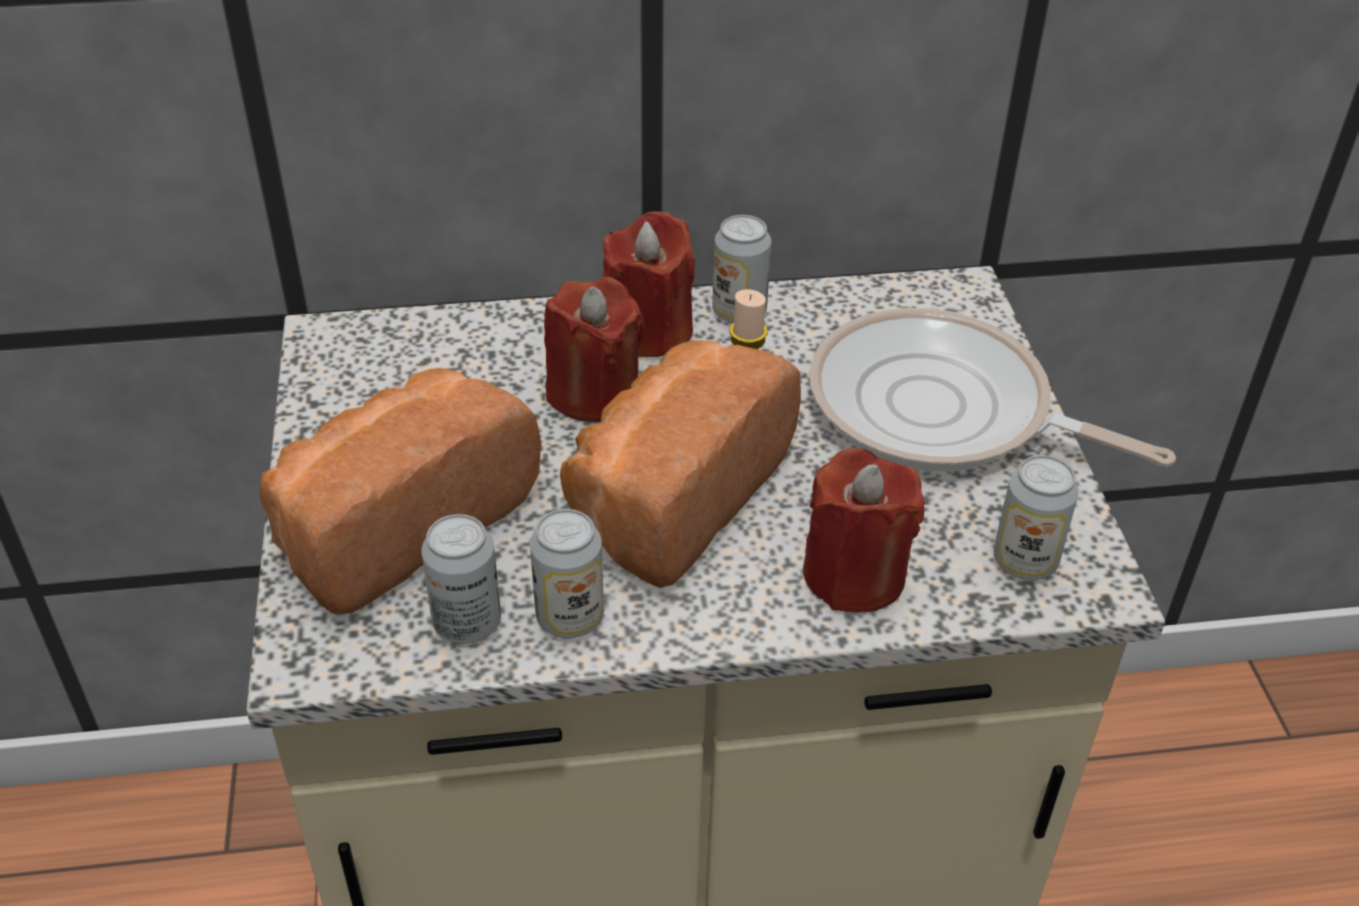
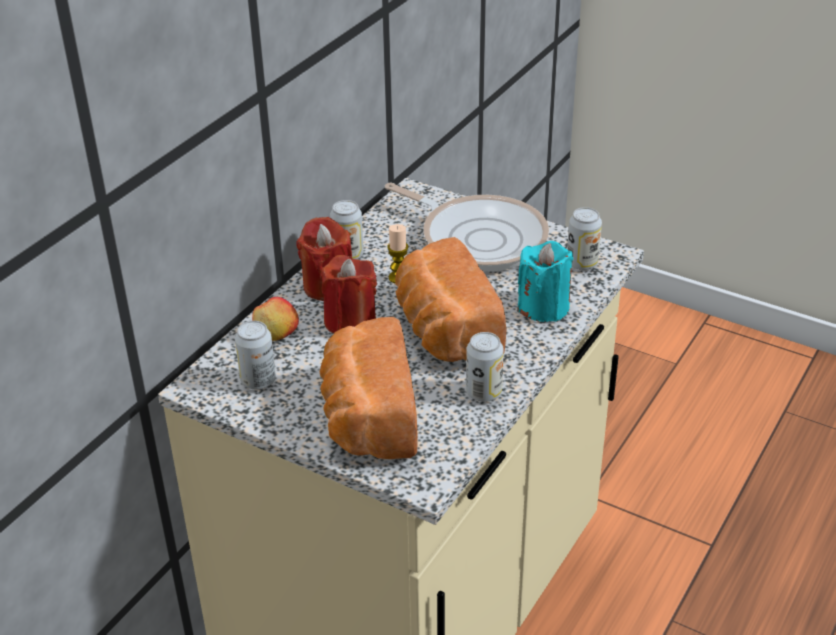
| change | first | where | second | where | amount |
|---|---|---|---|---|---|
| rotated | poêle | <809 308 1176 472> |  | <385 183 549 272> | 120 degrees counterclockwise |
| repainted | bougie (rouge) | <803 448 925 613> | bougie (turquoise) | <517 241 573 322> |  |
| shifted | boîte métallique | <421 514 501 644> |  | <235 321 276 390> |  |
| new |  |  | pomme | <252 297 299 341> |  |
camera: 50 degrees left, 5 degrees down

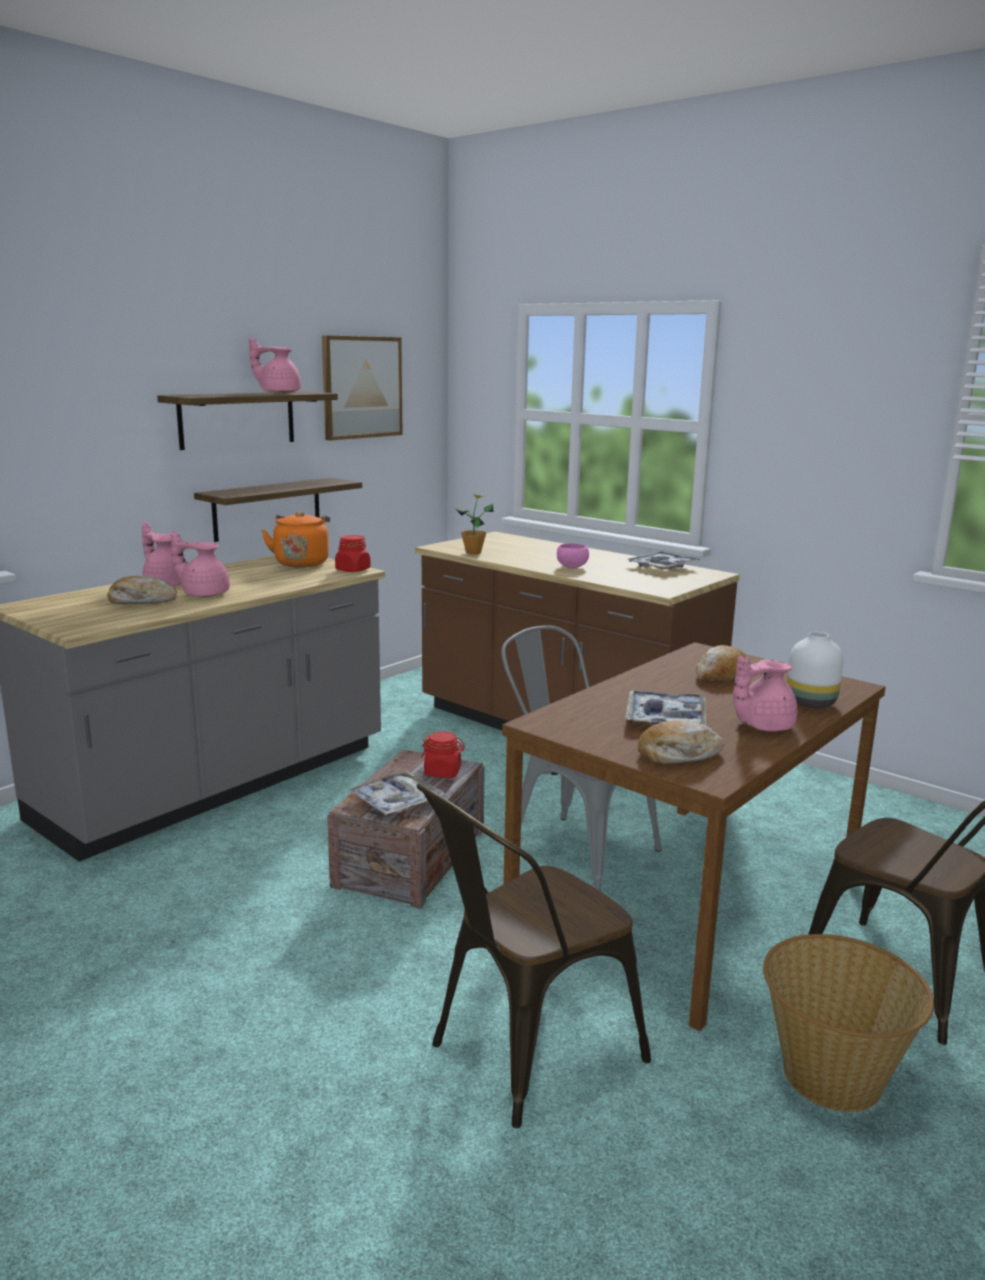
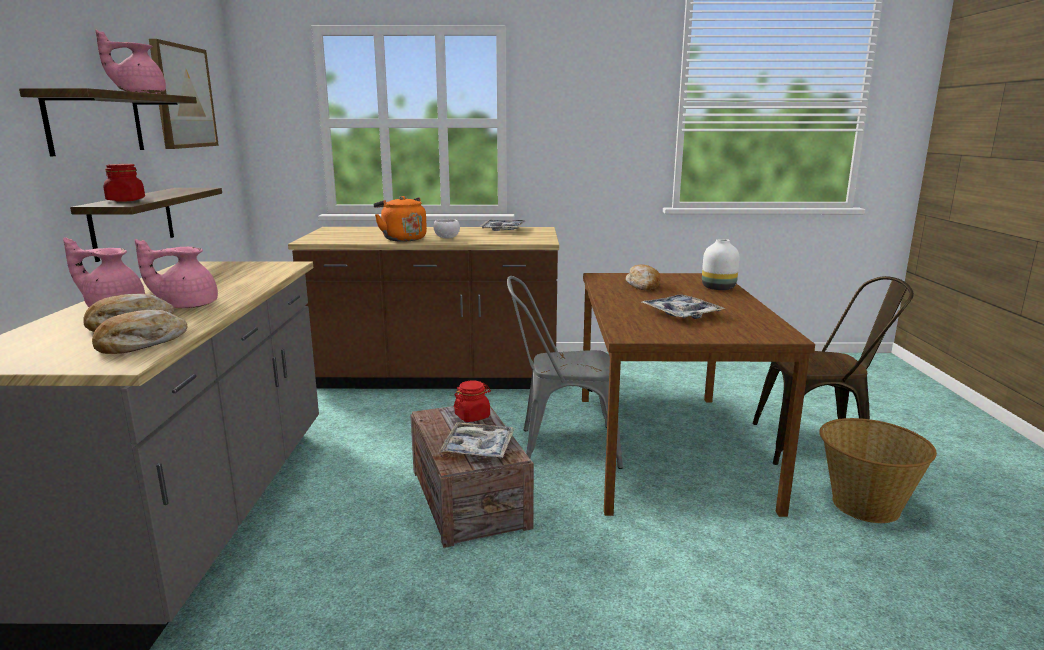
| change | first | where | second | where | amount |
|---|---|---|---|---|---|
| gone | plante en pot | <455 494 494 554> |  |  |  |
| shifted | bouilloire (orange) | <261 512 330 567> |  | <373 196 427 242> |  |
| shifted | bocal (rouge) | <335 535 371 572> |  | <104 164 145 202> |  |
| repainted | bol (rose) | <557 543 589 568> | bol (blanc) | <433 219 460 238> |  |
| gone | théière (rose) | <733 656 797 731> |  |  |  |
| shifted | pain | <638 721 724 764> |  | <92 310 188 354> |  |
| gone | chaise (marron) | <416 783 651 1128> |  |  |  |
camera: 40 degrees left, 0 degrees up

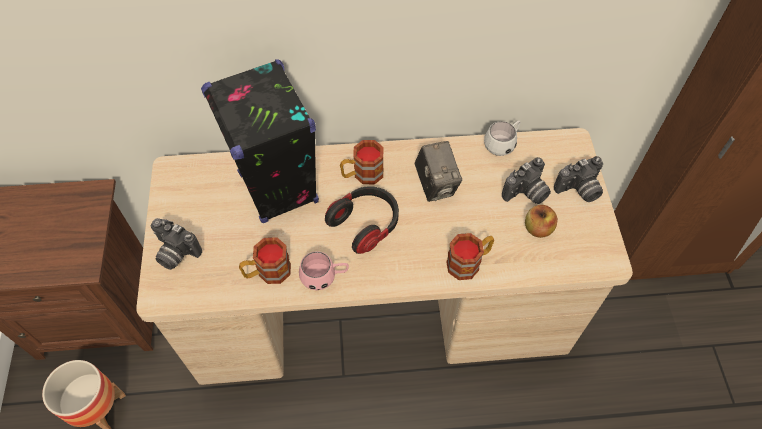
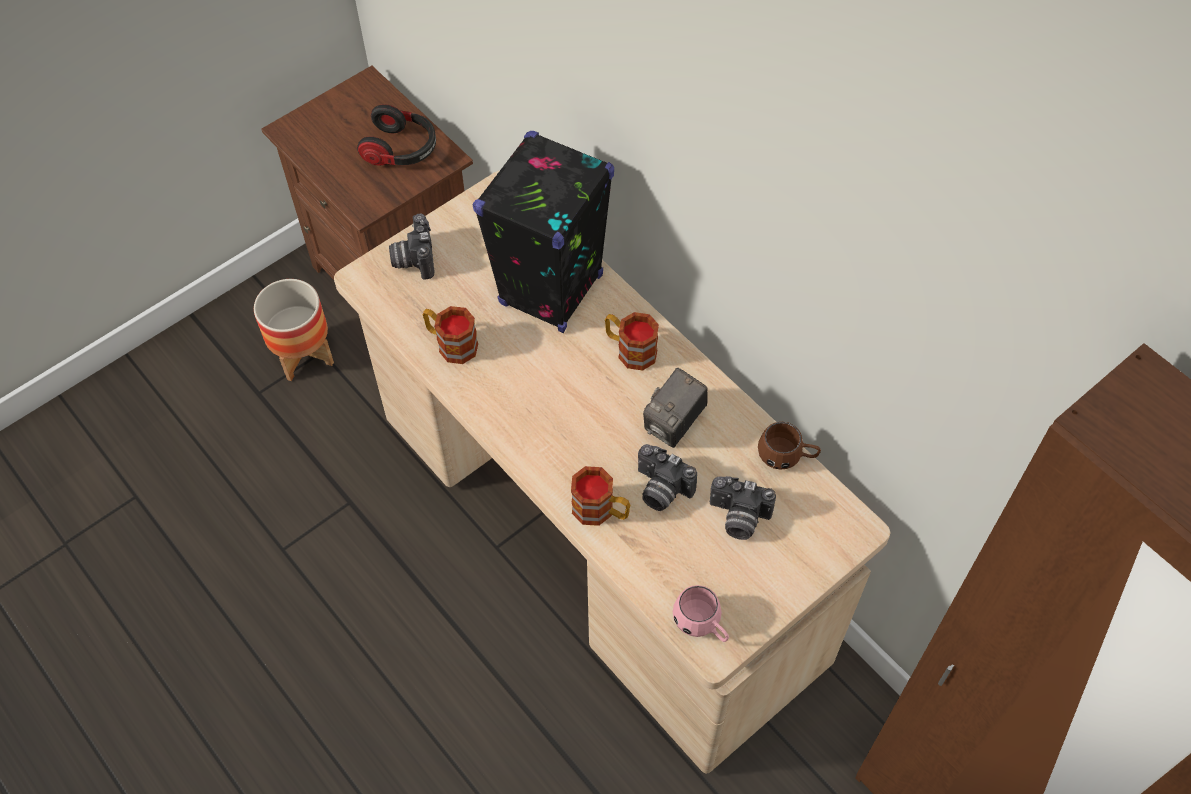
| change | first | where | second | where | amount |
|---|---|---|---|---|---|
| repainted | mug (blanc) | <484 121 521 156> | mug (marron) | <758 422 821 470> |  |
| shifted | appareil photo | <554 156 603 202> |  | <638 444 697 511> |  |
| shifted | casque audio | <325 186 399 254> |  | <357 104 436 166> |  |
| gone | pomme | <525 205 558 238> |  |  |  |
| shifted | mug (rose) | <299 251 349 290> |  | <673 585 729 642> |  |
camera: 55 degrees right, 0 degrees up

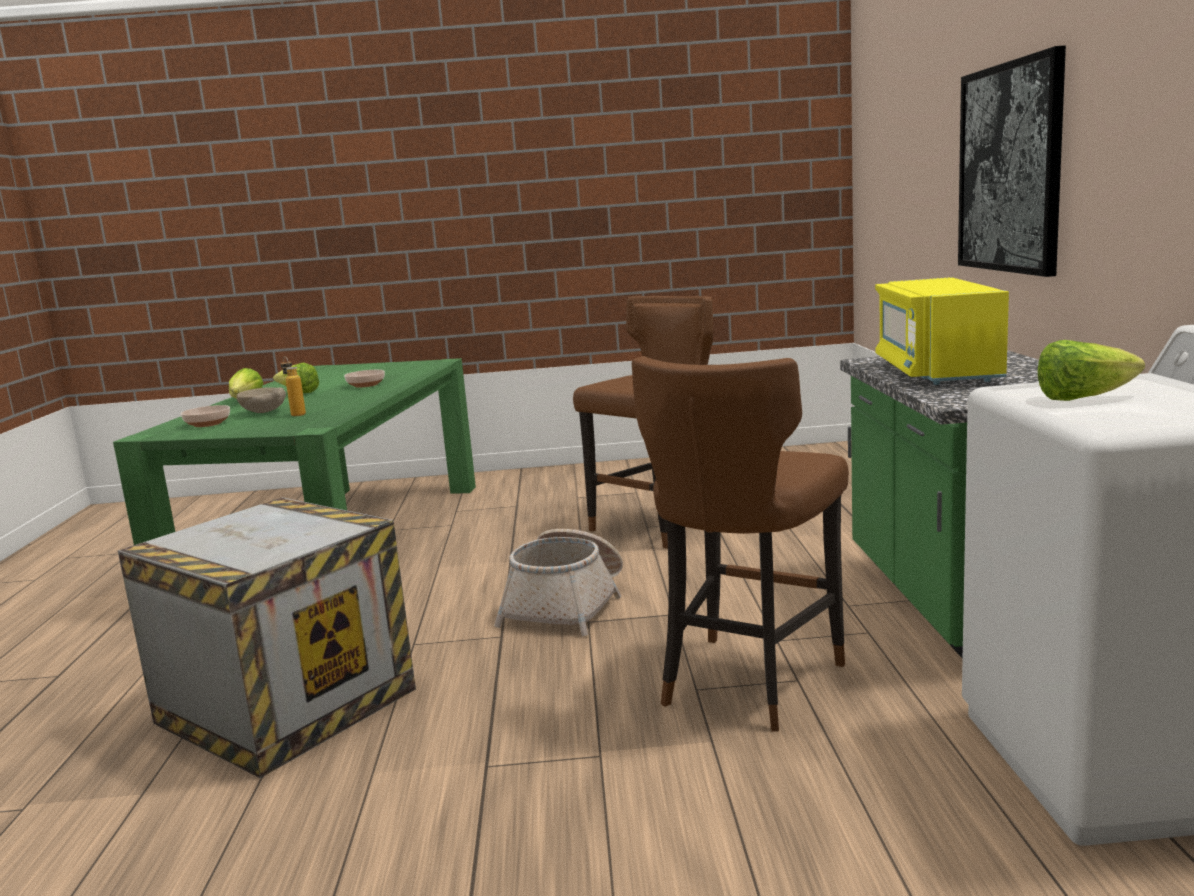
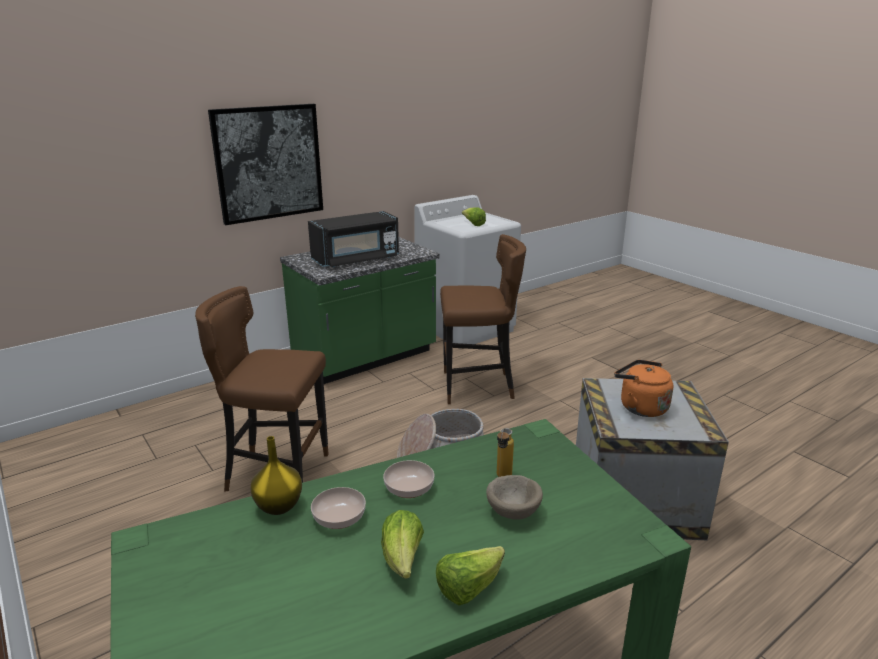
| change | first | where | second | where | amount |
|---|---|---|---|---|---|
| repainted | micro-ondes (jaune) | <875 277 1009 385> | micro-ondes (noir) | <308 211 399 267> |  |
| shifted | bol | <181 405 230 427> |  | <383 460 434 498> |  |
| new |  |  | bouilloire (orange) | <615 360 673 417> |  |
| new |  |  | vase (jaune) | <250 436 302 515> |  |
camera: 125 degrees left, 10 degrees up

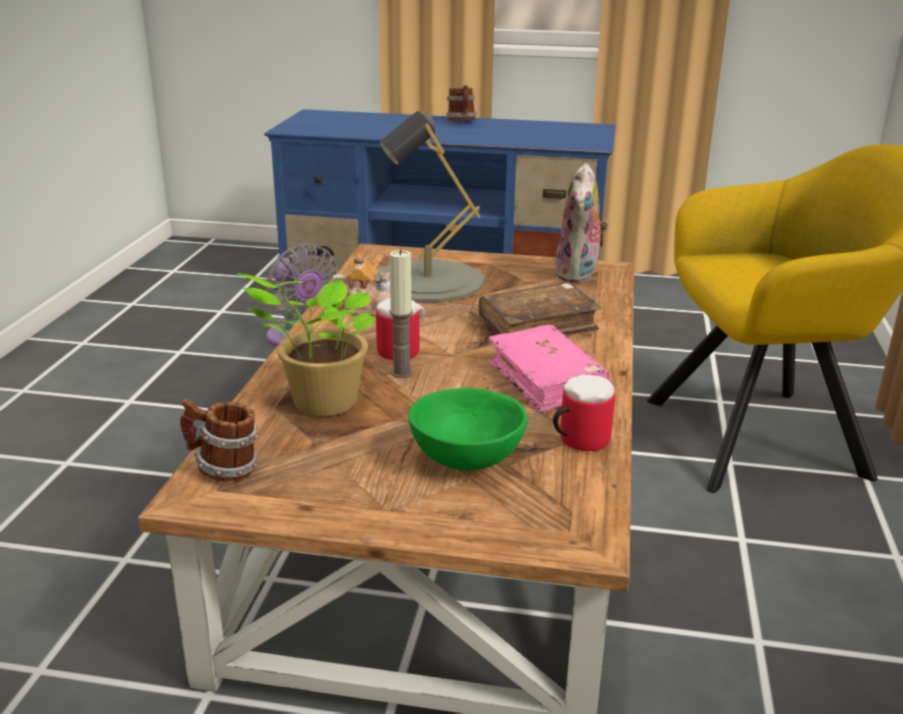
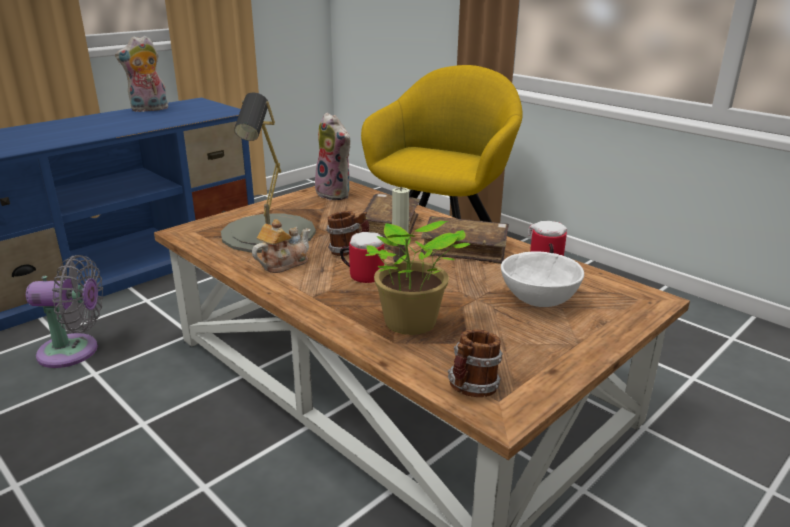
| change | first | where | second | where | amount |
|---|---|---|---|---|---|
| shifted | mug | <446 85 477 120> |  | <326 211 369 256> |  |
| repainted | livre (rose) | <488 325 610 413> | livre (marron) | <420 216 509 264> |  |
| repainted | bol (vert) | <408 388 528 470> | bol (blanc) | <501 251 584 307> |  |
| new |  |  | peluche | <115 36 168 112> |  |
camera: 55 degrees left, 0 degrees up

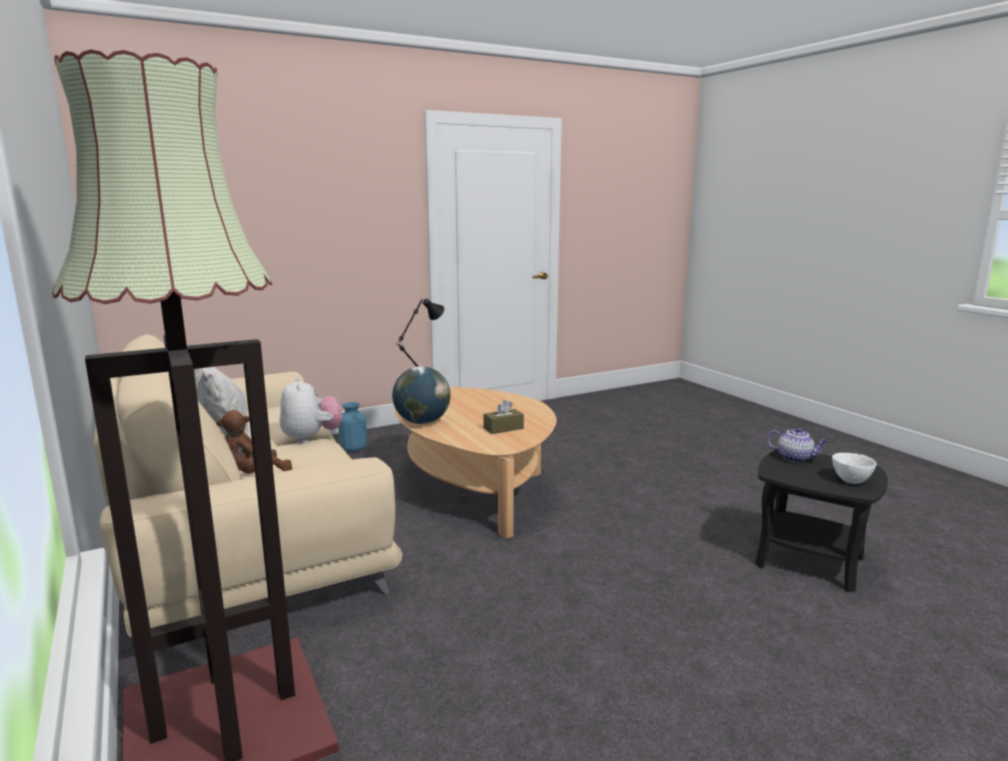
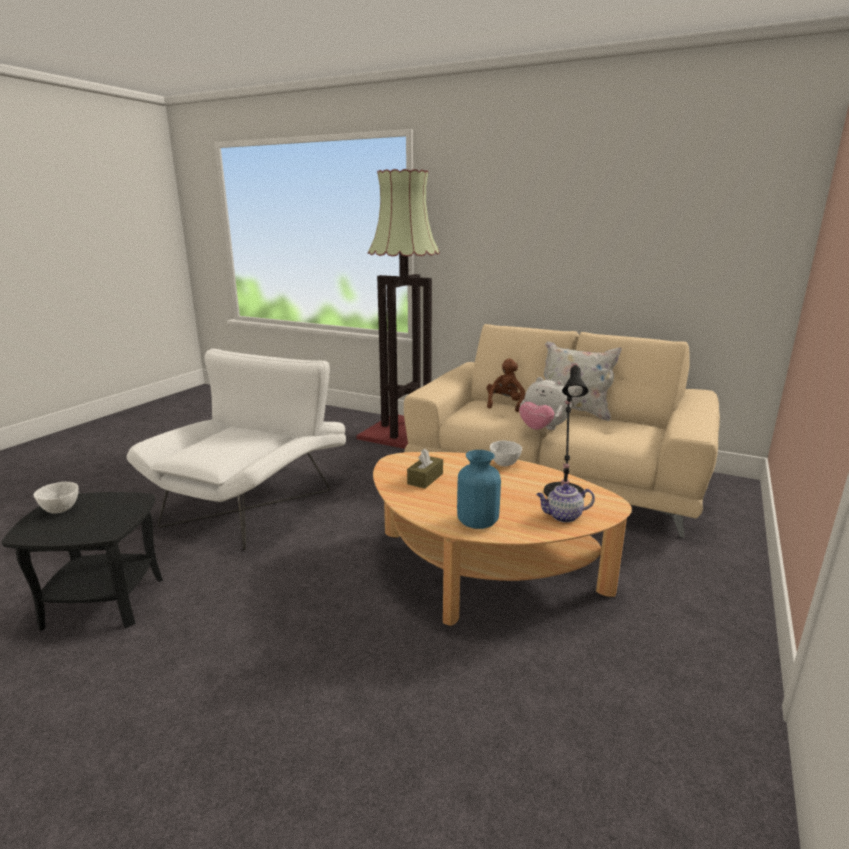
| change | first | where | second | where | amount |
|---|---|---|---|---|---|
| swapped | globe | <392 366 450 424> | bol (blanc) | <490 441 522 466> |  |
| shifted | vase (bleu) | <338 402 367 452> |  | <457 450 501 529> |  |
| shifted | théière | <767 427 828 463> |  | <536 484 595 523> |  |
| new |  |  | fauteuil (blanc) | <126 349 346 550> |  |
camera: 145 degrees right, 5 degrees up

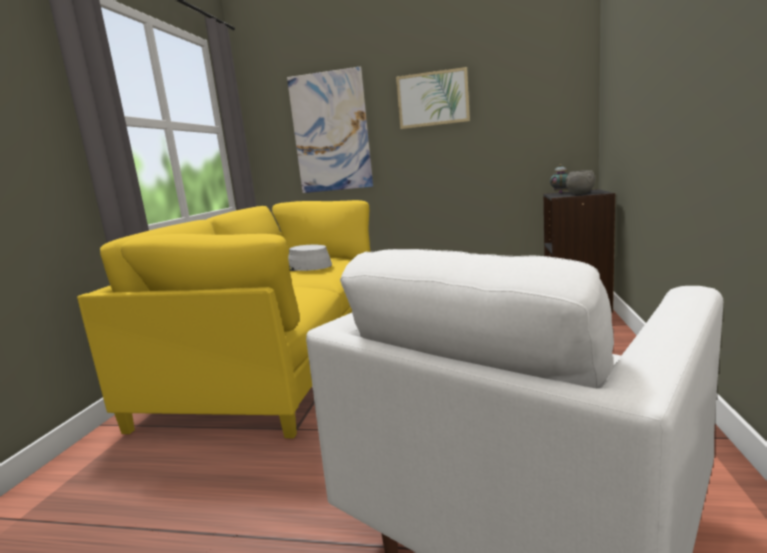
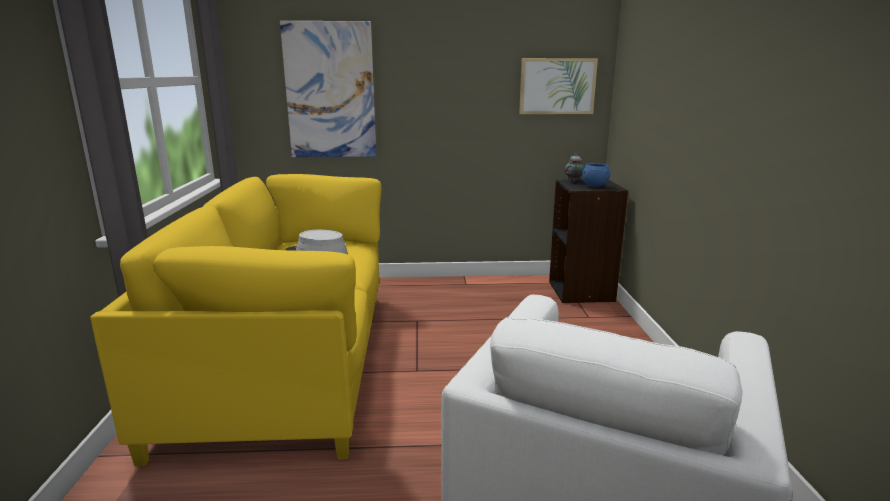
| change | first | where | second | where | amount |
|---|---|---|---|---|---|
| shifted | tableau | <396 67 470 129> |  | <519 58 598 114> |  |
| repainted | bol (gris) | <566 170 595 194> | bol (bleu) | <582 163 610 187> |  |
camera: 15 degrees left, 5 degrees up

